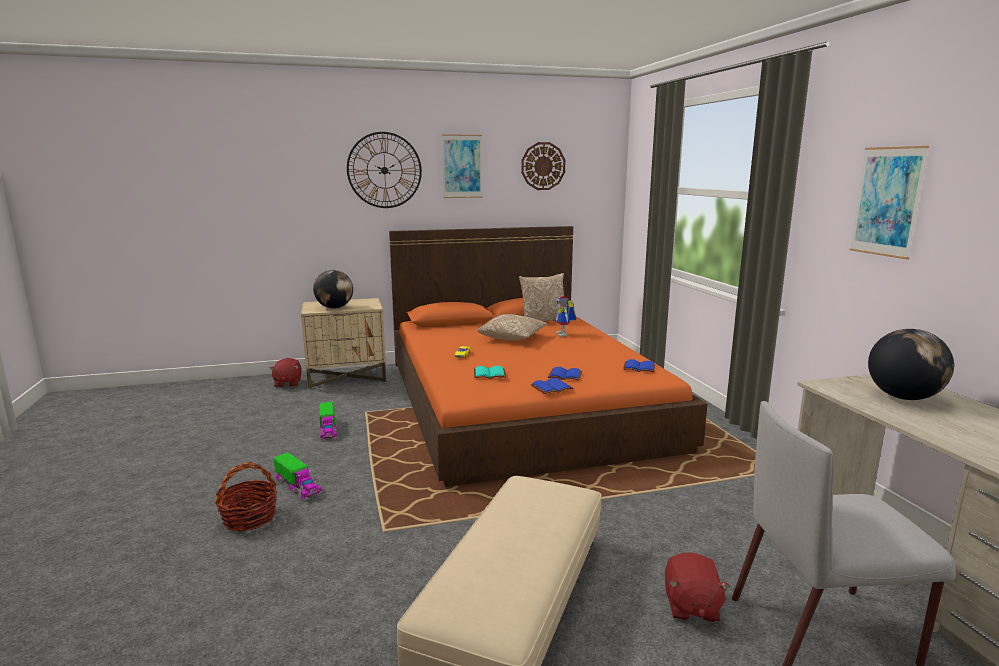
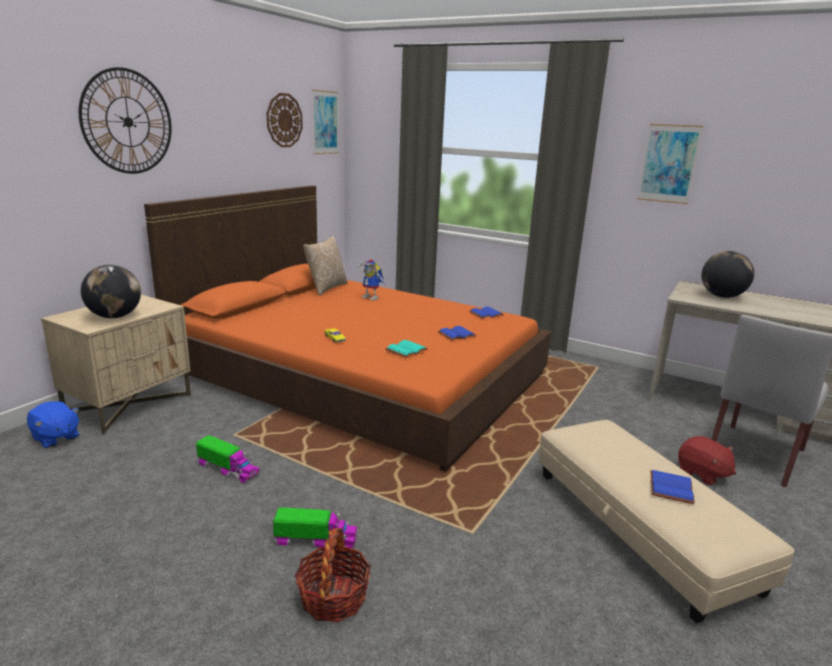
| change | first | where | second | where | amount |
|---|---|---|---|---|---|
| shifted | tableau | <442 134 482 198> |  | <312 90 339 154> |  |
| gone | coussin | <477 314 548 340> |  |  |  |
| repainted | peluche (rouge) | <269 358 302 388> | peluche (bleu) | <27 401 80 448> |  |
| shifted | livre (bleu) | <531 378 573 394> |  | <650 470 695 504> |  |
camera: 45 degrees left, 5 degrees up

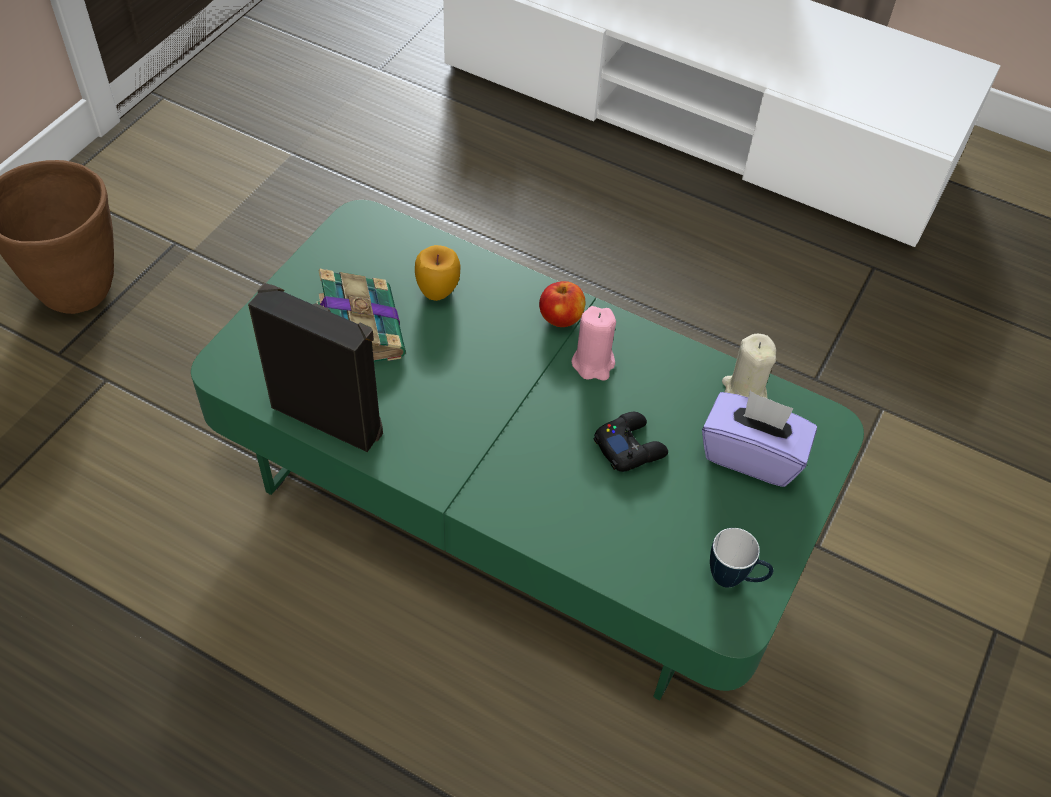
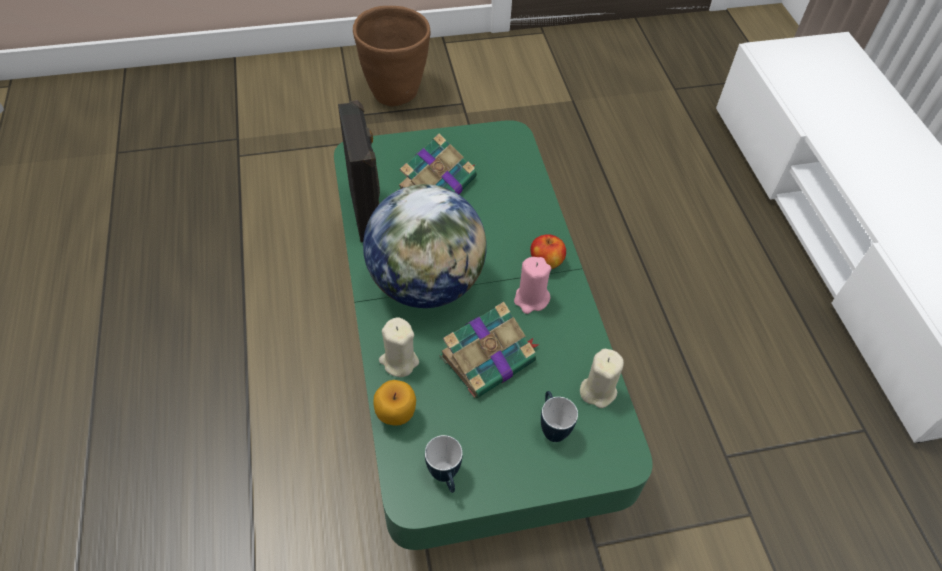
| change | first | where | second | where | amount |
|---|---|---|---|---|---|
| shifted | pomme | <415 245 461 301> |  | <373 380 416 426> |  |
| swapped | boîte à mouchoirs (violet) | <702 391 817 487> | mug | <541 391 578 442> |  |
| swapped | manette (noir) | <593 412 668 472> | livre | <439 302 540 398> |  |
| new |  |  | globe | <363 184 487 308> |  |
| new |  |  | bougie (beige) | <379 317 419 377> |  |
camera: 50 degrees right, 0 degrees up

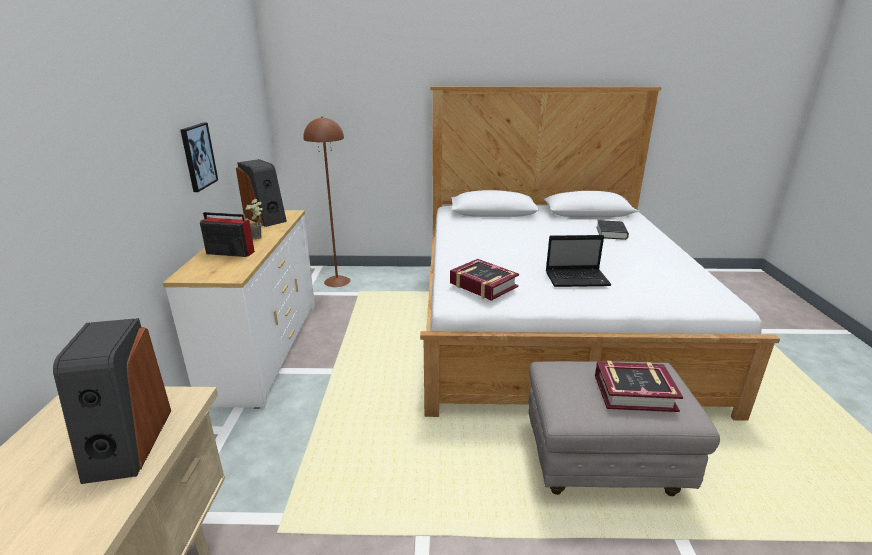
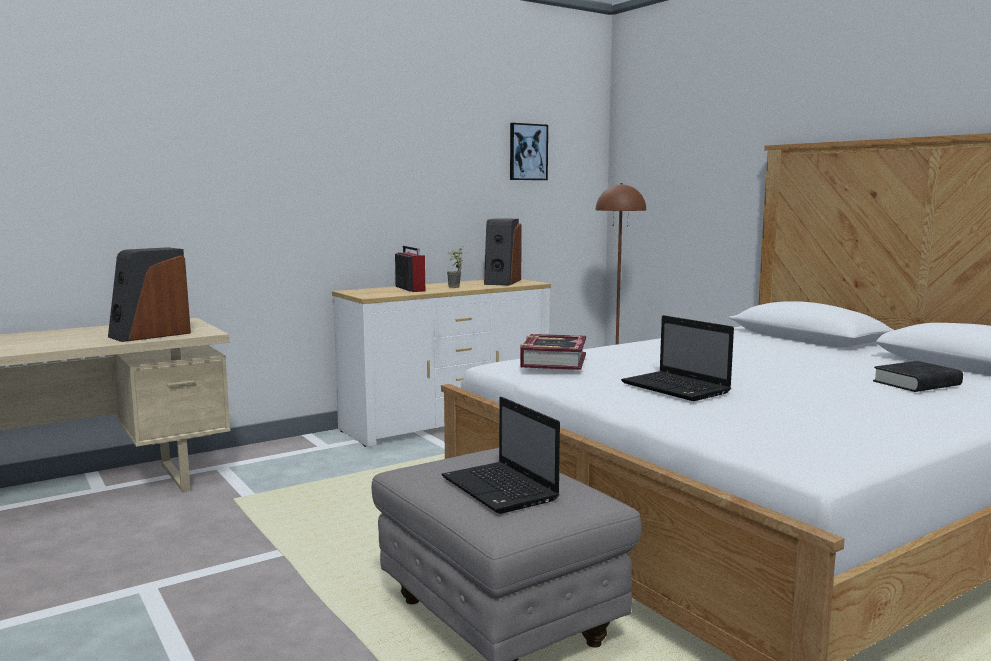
| change | first | where | second | where | amount |
|---|---|---|---|---|---|
| shifted | tableau | <180 123 218 192> |  | <510 123 548 180> |  |
| swapped | livre | <595 361 683 412> | ordinateur portable | <441 397 560 514> |  |
camera: 55 degrees right, 15 degrees down

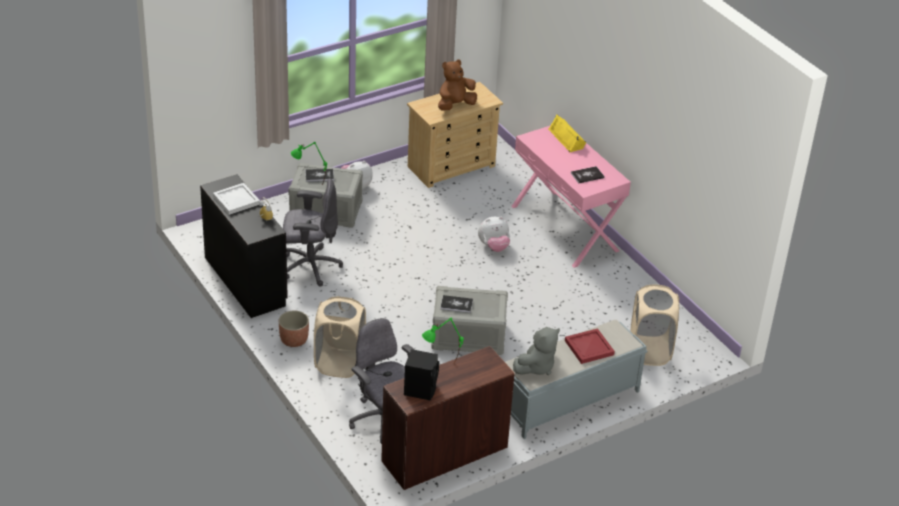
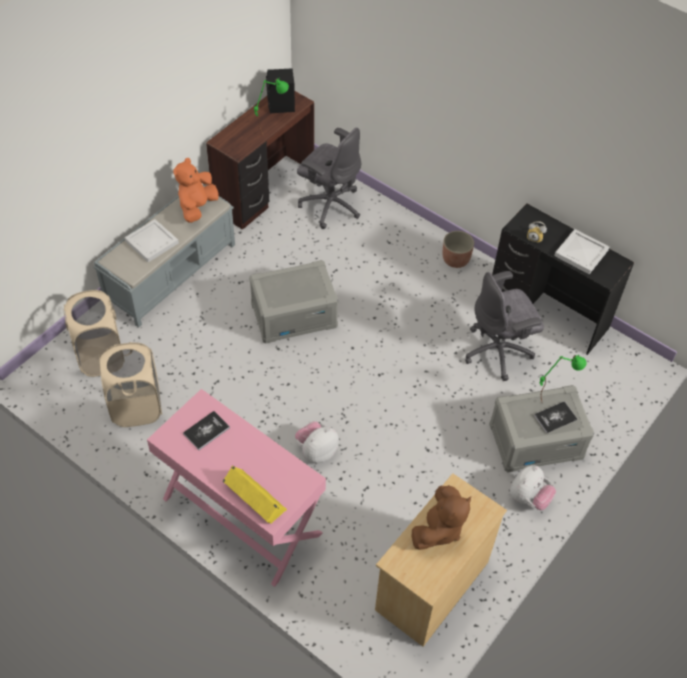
| change | first | where | second | where | amount |
|---|---|---|---|---|---|
| gone | livre | <440 295 473 313> |  |  |  |
| shifted | panier à linge (beige) | <314 296 366 378> |  | <99 342 162 427> |  |
| repainted | peluche (gris) | <513 327 560 375> | peluche (orange) | <173 158 219 223> |  |
| repainted | plateau (rouge) | <565 328 615 364> | plateau (blanc) | <125 219 179 262> |  |
camera: 160 degrees right, 15 degrees up

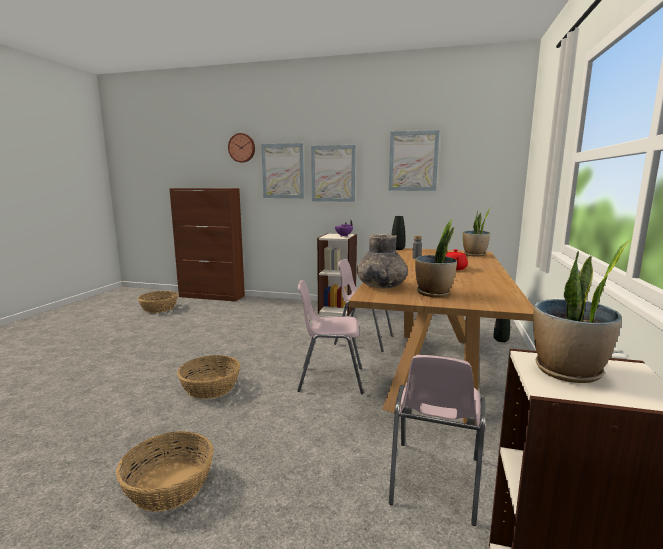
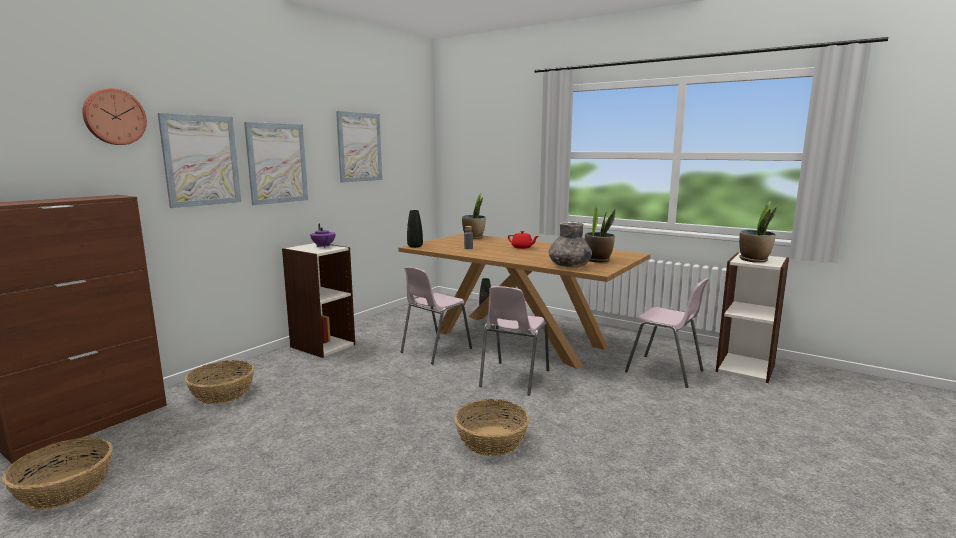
| change | first | where | second | where | amount |
|---|---|---|---|---|---|
| shifted | panier | <116 431 214 512> |  | <185 360 254 404> |  |
camera: 70 degrees left, 0 degrees up

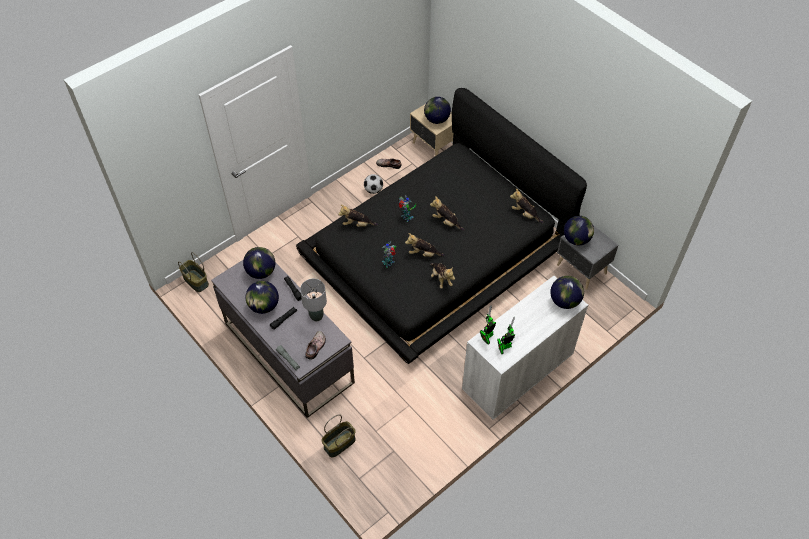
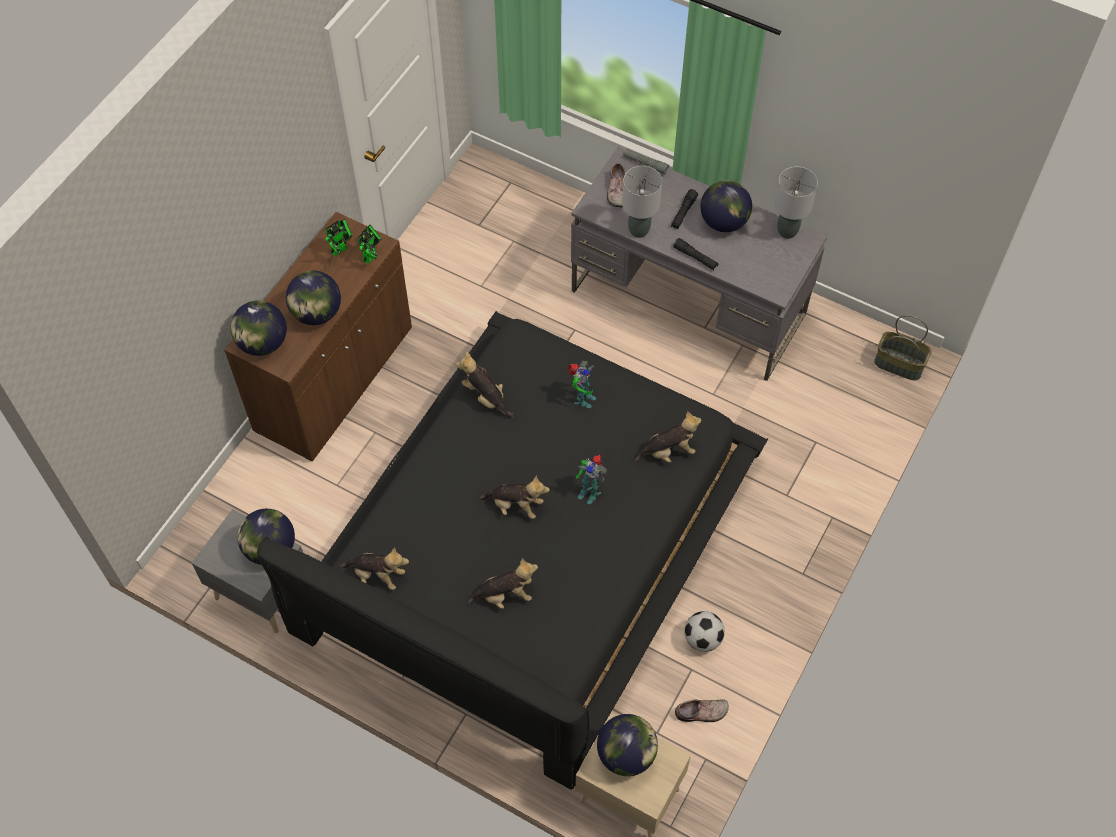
| change | first | where | second | where | amount |
|---|---|---|---|---|---|
| shifted | peluche | <405 233 445 257> |  | <466 558 538 609> |  |
| shifted | globe | <243 247 275 279> |  | <286 271 341 325> |  |
| repainted | meuble de rangement (blanc) | <462 276 588 420> | meuble de rangement (marron) | <224 212 412 462> |  |
| gone | panier | <322 414 356 457> |  |  |  |
| new |  |  | lampe de table (gris) | <774 167 818 239> |  |
camera: 160 degrees right, 5 degrees up

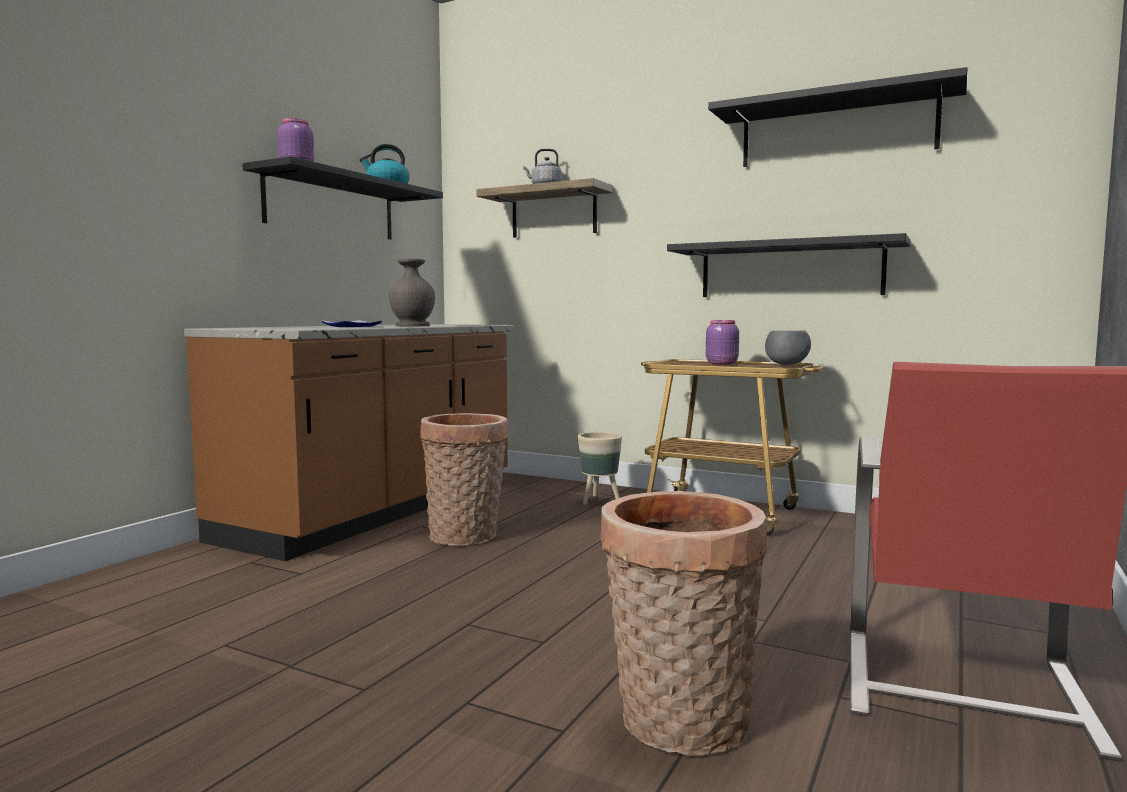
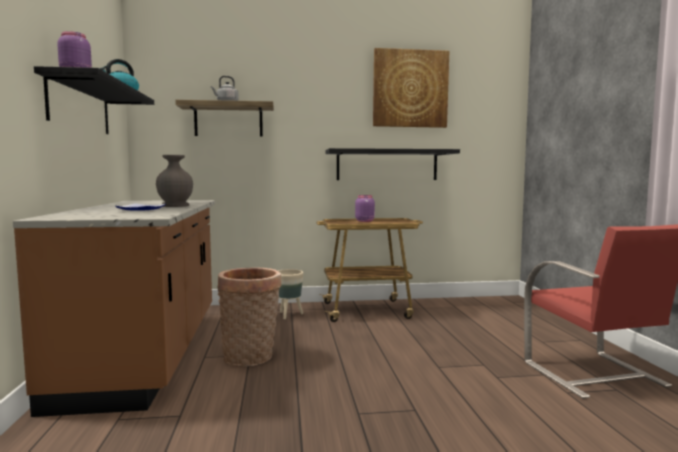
| change | first | where | second | where | amount |
|---|---|---|---|---|---|
| swapped | étagère (noir) | <708 67 968 167> | tableau | <373 48 449 128> |  |
| gone | bol (gris) | <765 331 811 365> |  |  |  |
| gone | panier | <600 491 767 756> |  |  |  |
camera: 35 degrees left, 0 degrees up

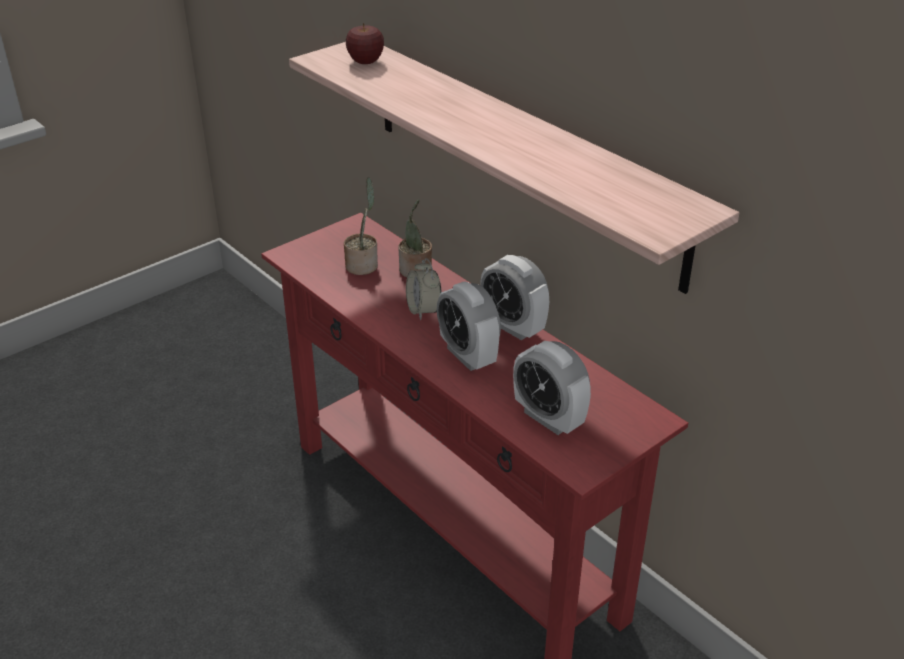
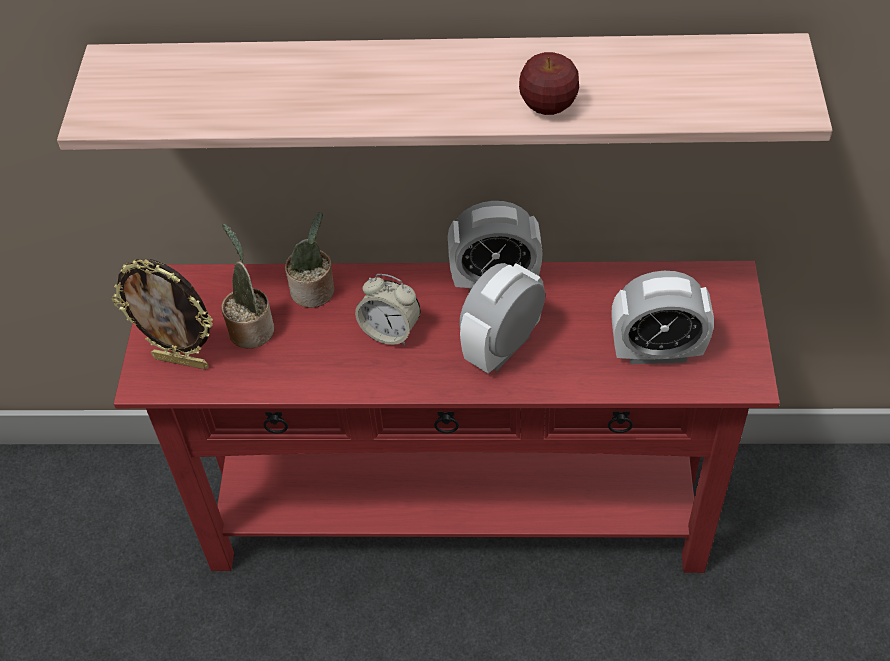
| change | first | where | second | where | amount |
|---|---|---|---|---|---|
| shifted | pomme | <346 23 384 64> |  | <519 52 579 115> |  |
| rotated | réveil | <437 281 501 371> |  | <459 263 545 373> | 120 degrees clockwise |
| new |  |  | cadre photo | <111 259 213 370> |  |
camera: 45 degrees left, 15 degrees up

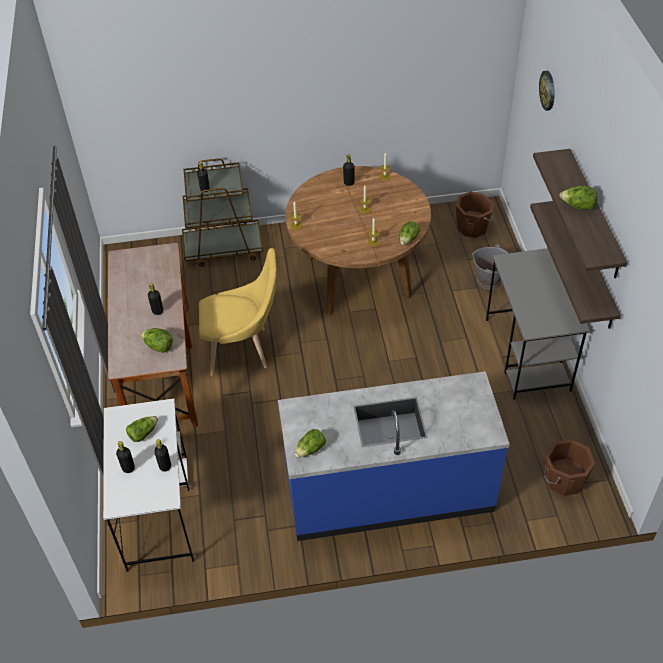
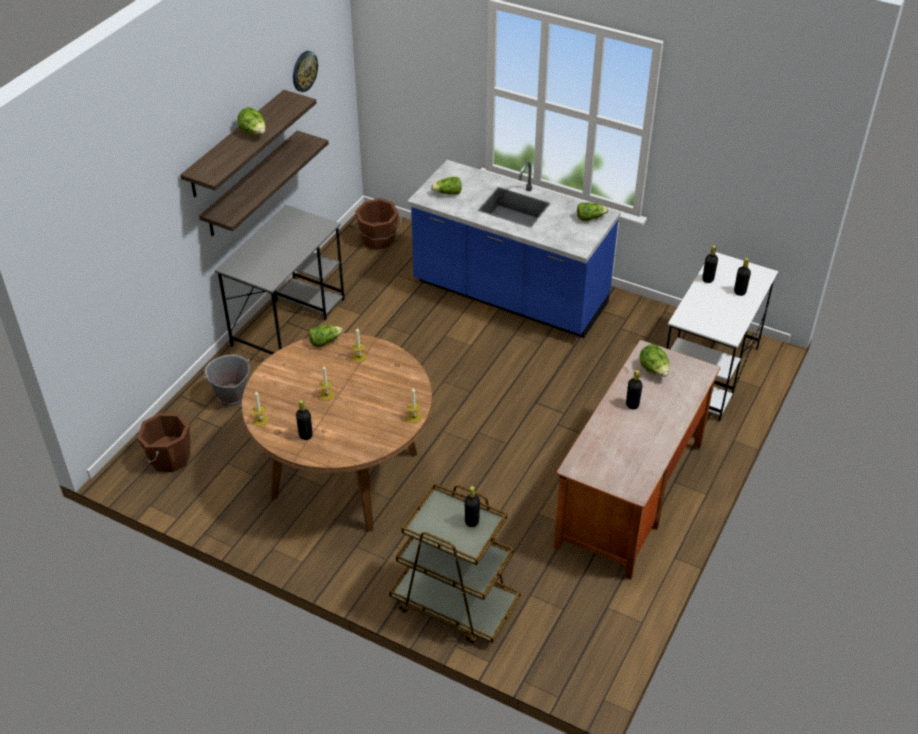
| change | first | where | second | where | amount |
|---|---|---|---|---|---|
| shifted | horloge murale | <539 71 555 111> |  | <293 51 318 92> |  |
| gone | chaise (jaune) | <199 248 277 376> |  |  |  |
| shifted | laitue | <126 416 158 442> |  | <431 177 461 195> |  |
camera: 145 degrees left, 5 degrees down

